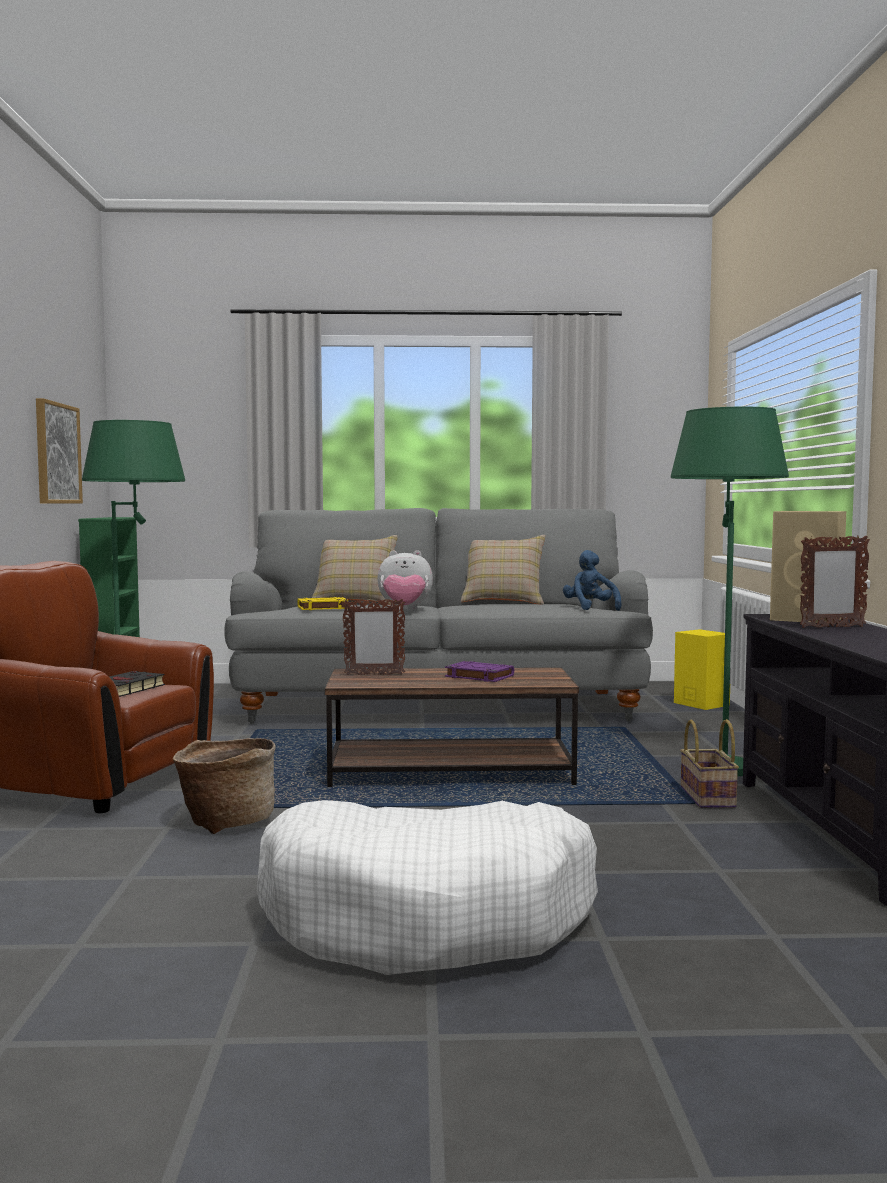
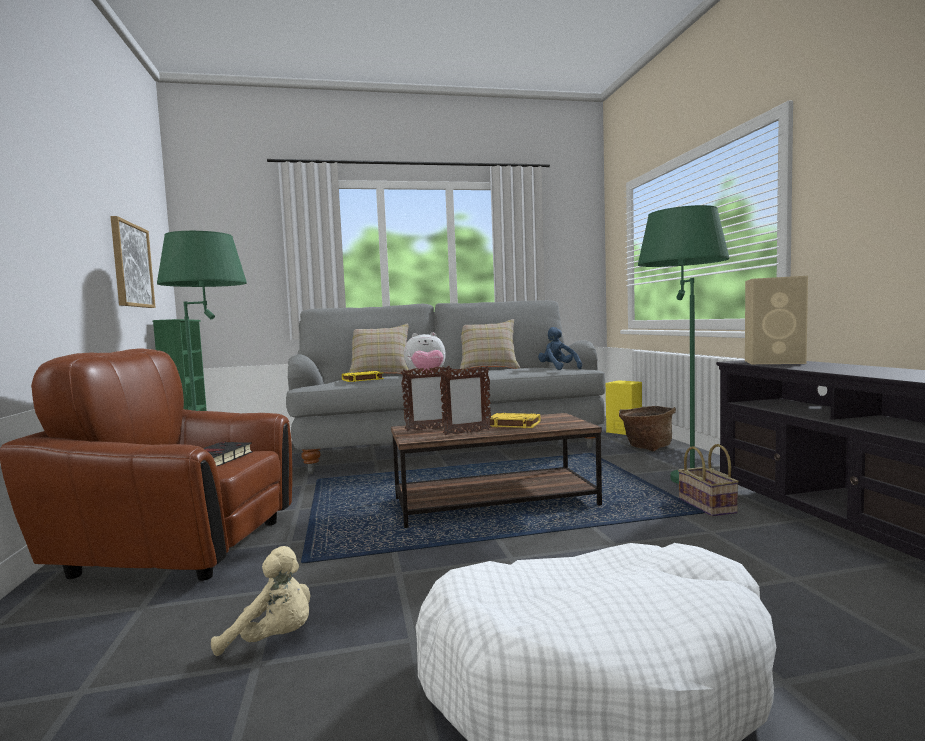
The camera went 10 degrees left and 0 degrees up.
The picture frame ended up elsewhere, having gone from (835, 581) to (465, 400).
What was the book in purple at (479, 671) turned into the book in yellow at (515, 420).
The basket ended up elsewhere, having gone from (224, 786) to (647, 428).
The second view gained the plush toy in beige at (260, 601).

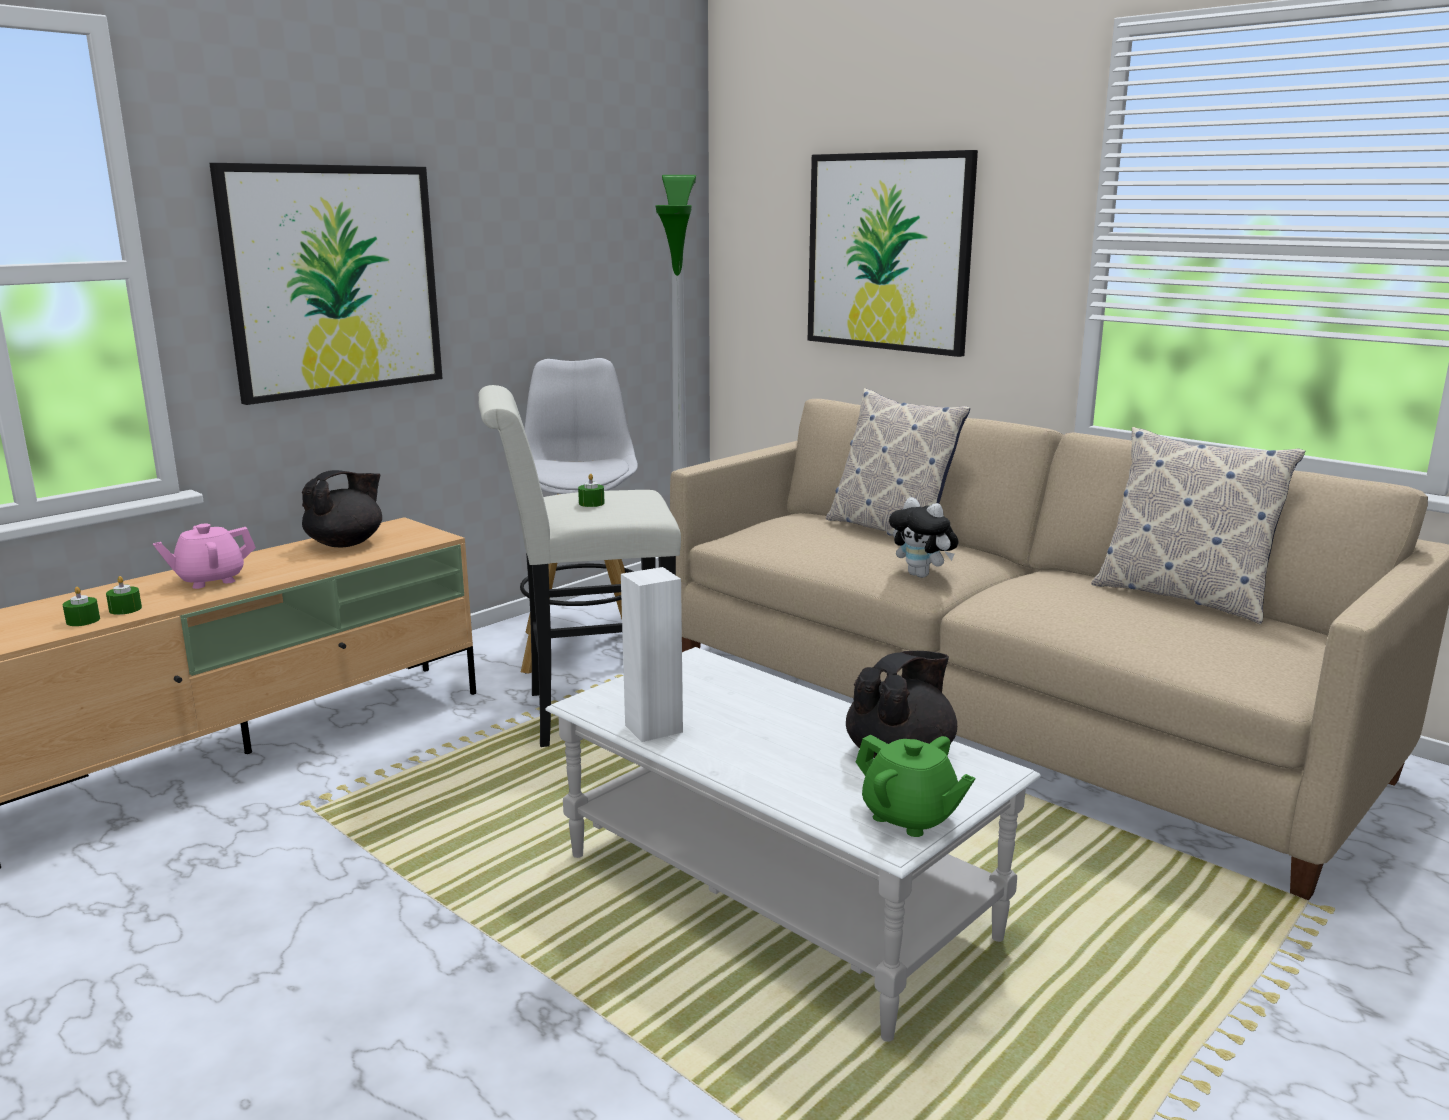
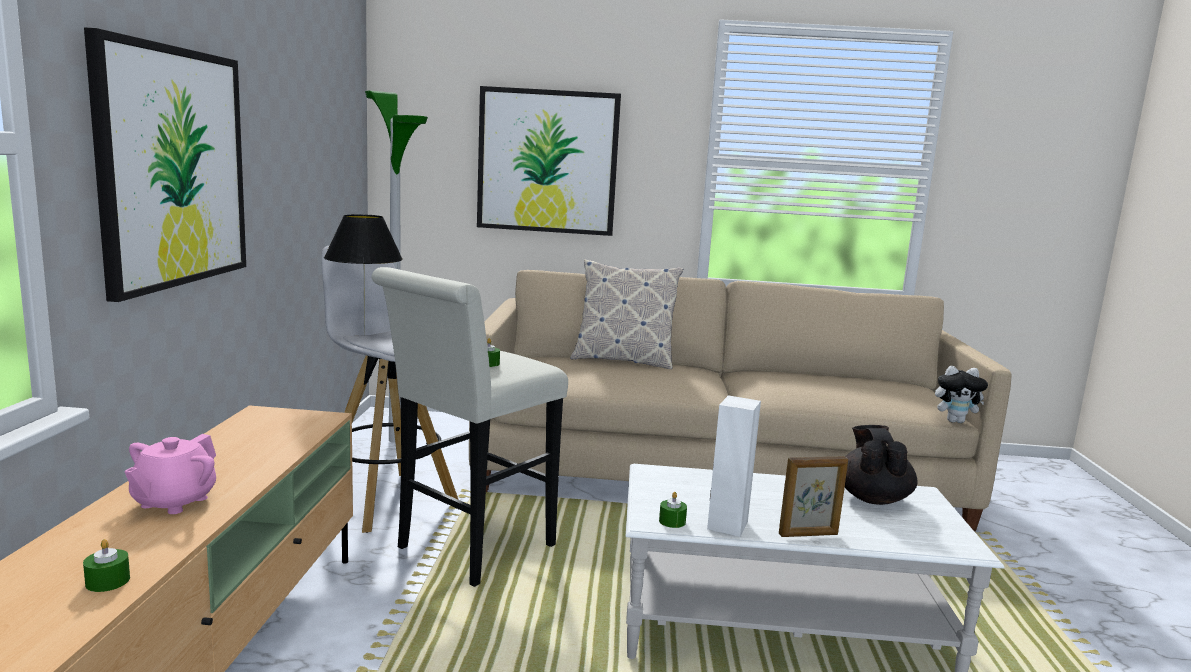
The camera went 40 degrees left and 5 degrees down.
The second view lost the pillow at (1198, 525).
The second view lost the teapot in black at (342, 508).
The plush toy ended up elsewhere, having gone from (924, 537) to (961, 394).
The candle in green ended up elsewhere, having gone from (124, 595) to (673, 510).
The second view lost the teapot in green at (915, 785).
The second view gained the table lamp in black at (363, 275).
The second view gained the picture frame at (813, 496).

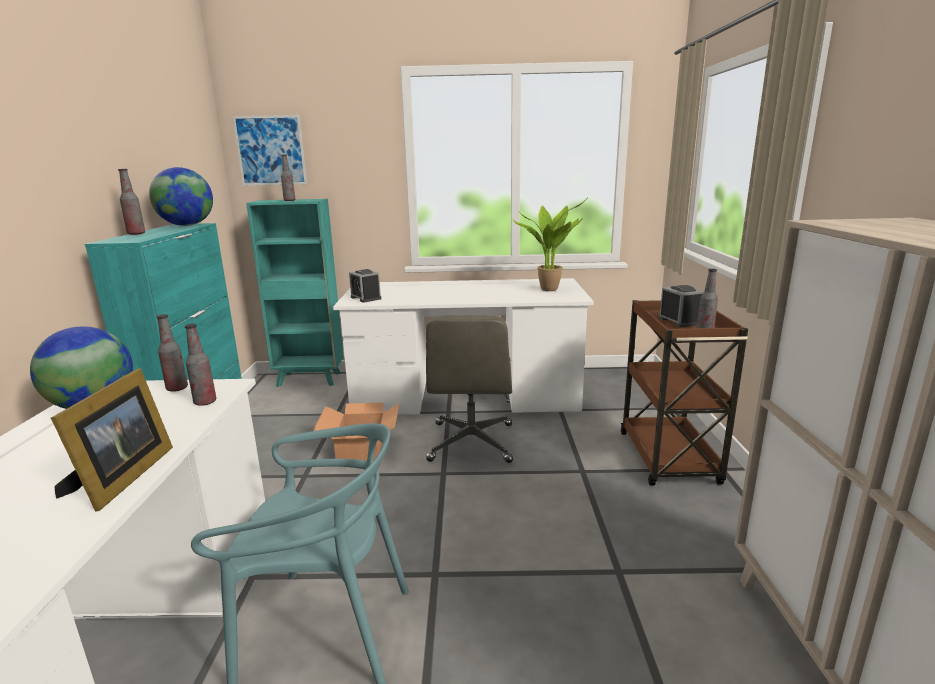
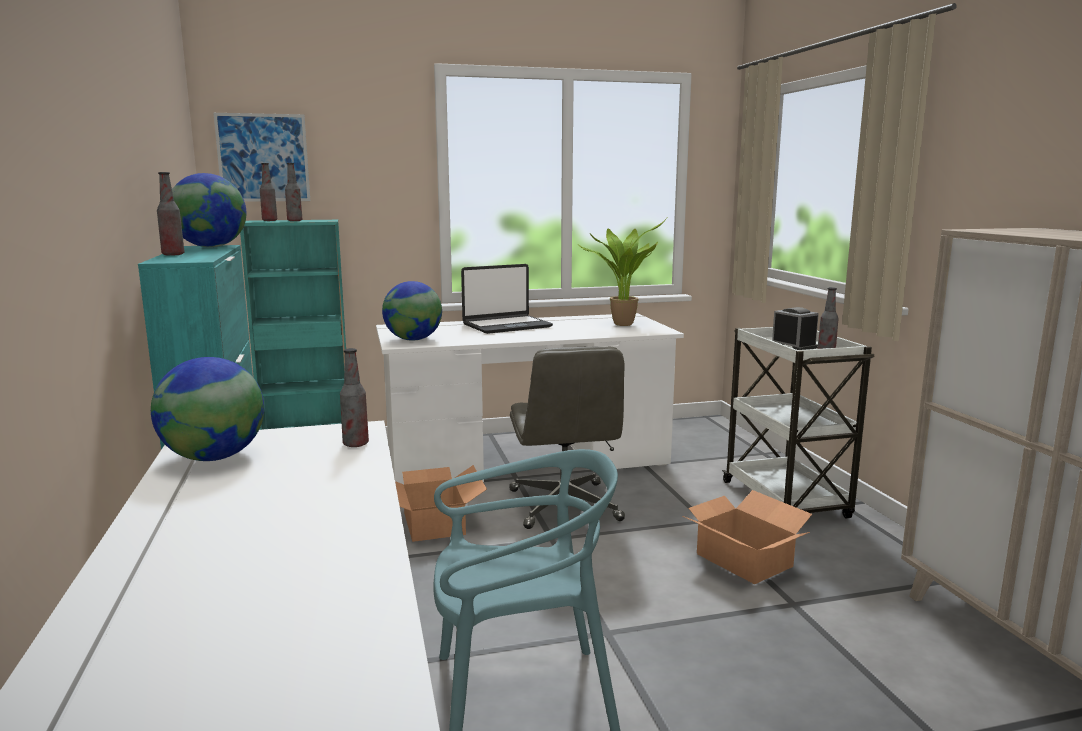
The camera went 15 degrees left and 5 degrees down.
Where the alarm clock stood at (365, 285), the globe came to stand at (412, 311).
What was the cart in brown at (684, 393) turned into the cart in white at (798, 422).
The bottle ended up elsewhere, having gone from (172, 353) to (268, 192).
The second view lost the picture frame at (112, 440).
The second view gained the laptop at (507, 299).
The second view gained the cardboard box at (747, 537).

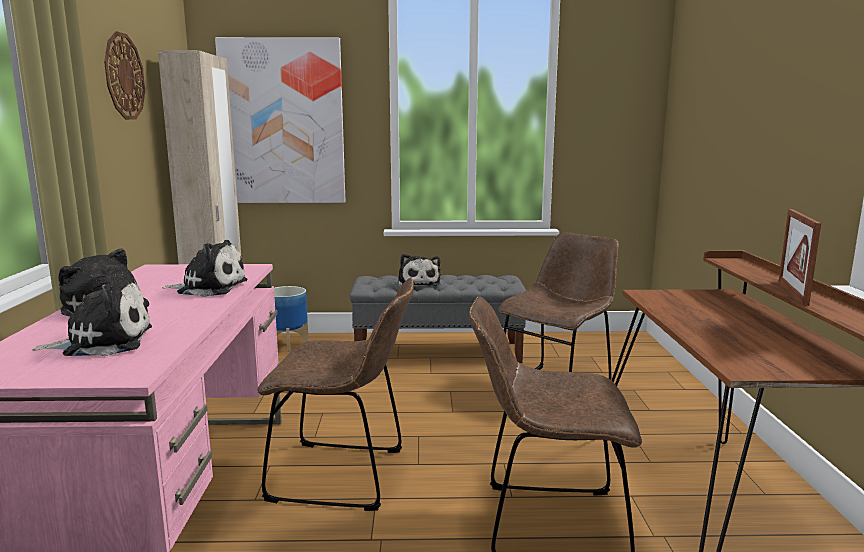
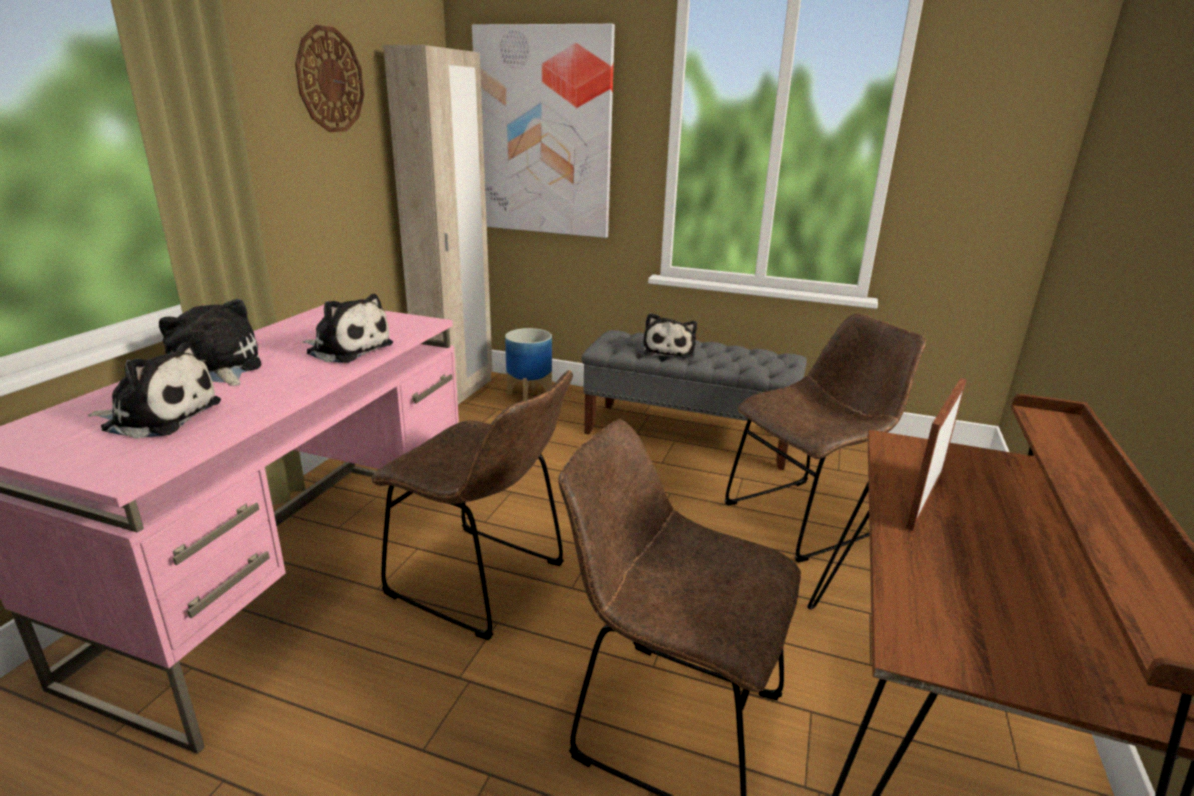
The camera went 20 degrees right and 10 degrees up.
The picture frame ended up elsewhere, having gone from (800, 257) to (936, 454).

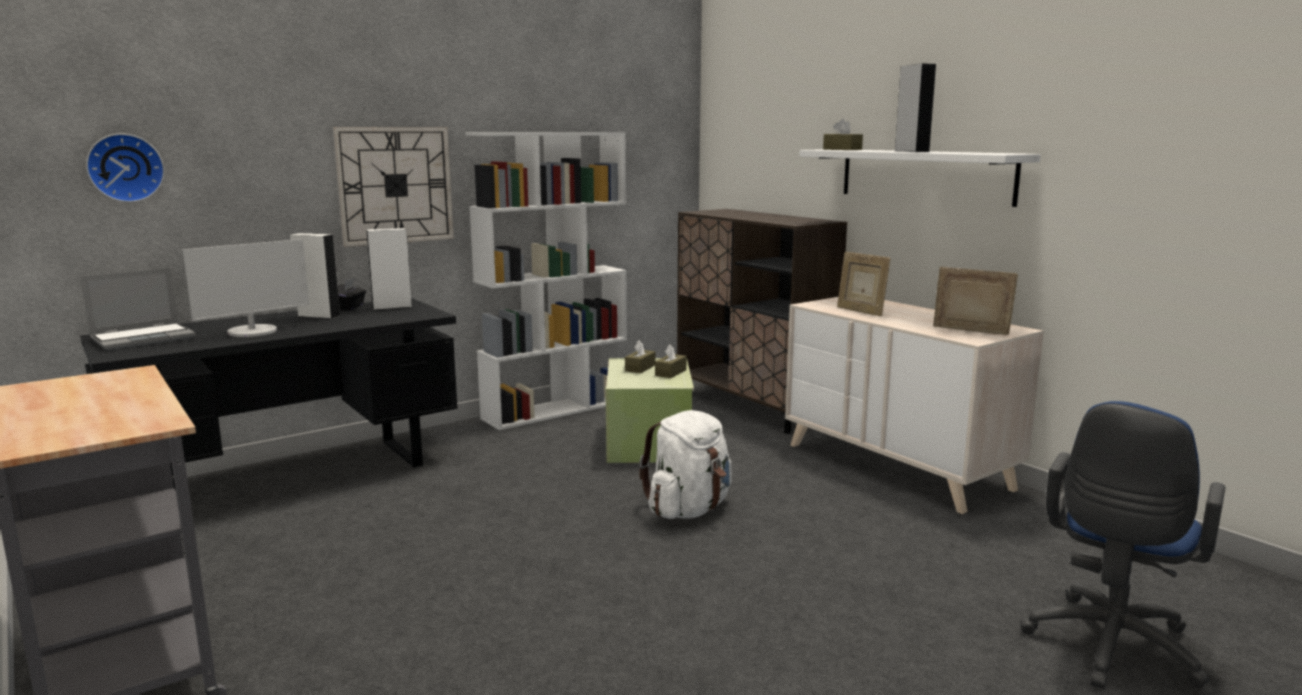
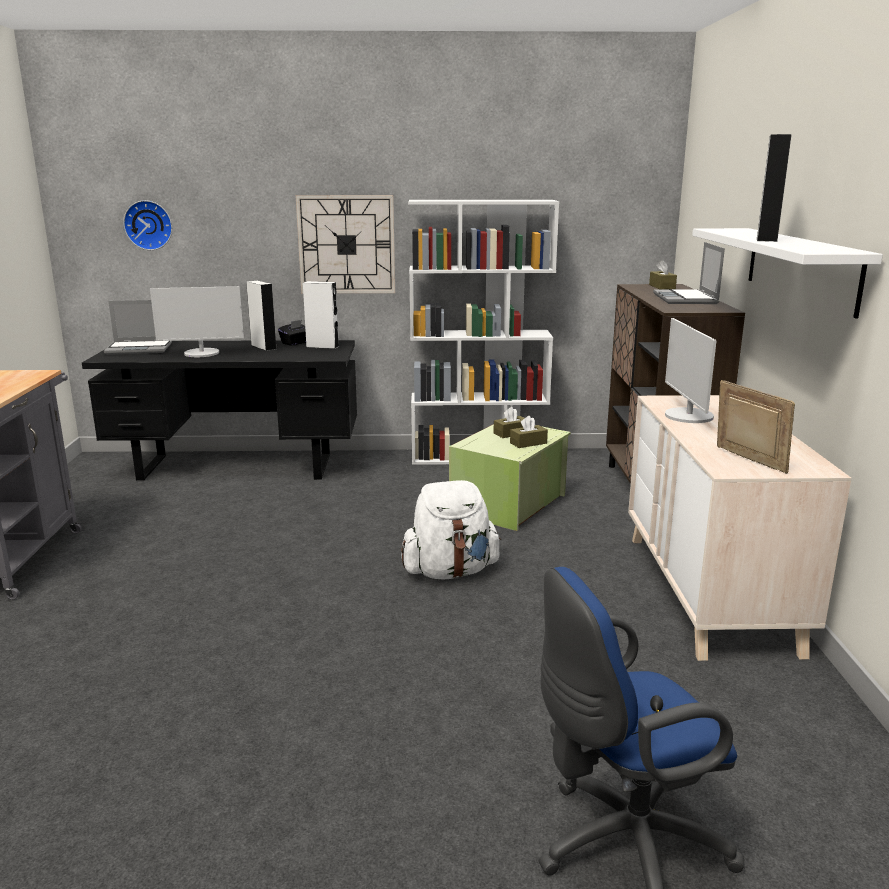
The camera went 35 degrees right and 5 degrees up.
The tissue box in brown ended up elsewhere, having gone from (843, 134) to (663, 274).
Where the picture frame stood at (863, 284), the monitor came to stand at (691, 370).
The second view gained the laptop at (689, 273).

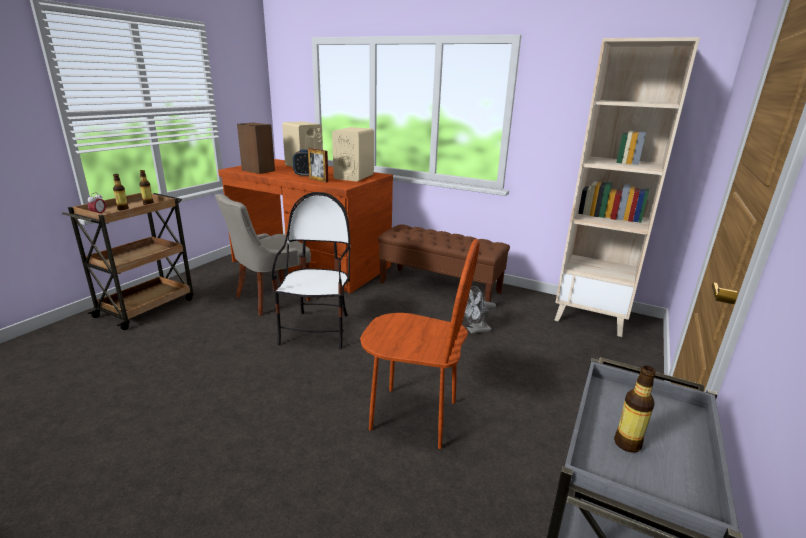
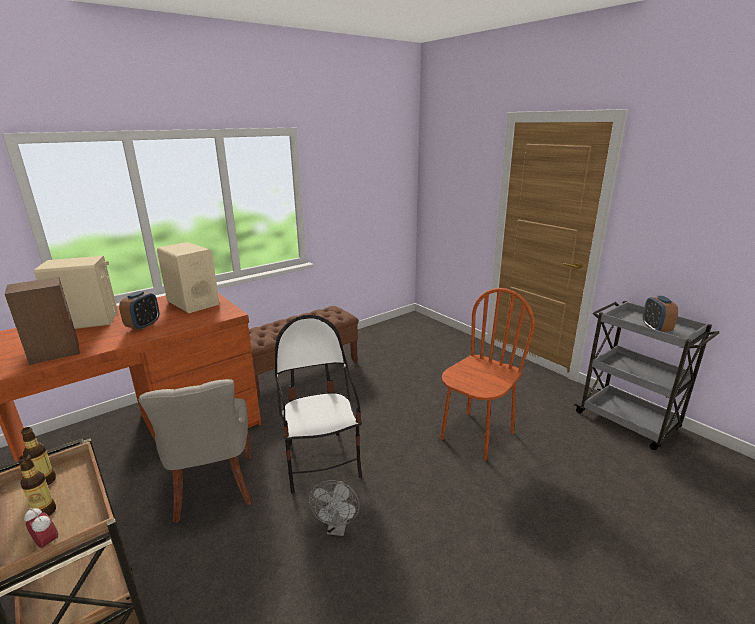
The camera went 65 degrees left and 0 degrees up.
The second view lost the bookcase in beige at (627, 187).
The second view lost the picture frame at (318, 165).
The chair at (311, 270) ended up facing another way, 45 degrees clockwise from before.
The fan in grey ended up elsewhere, having gone from (480, 310) to (334, 508).
Where the bottle stood at (635, 409), the alarm clock came to stand at (660, 314).

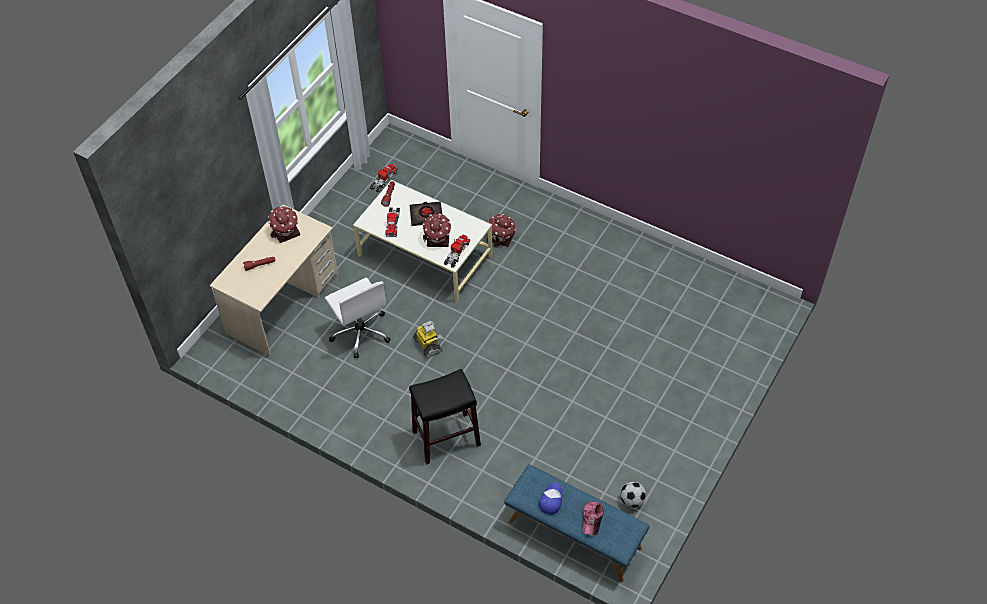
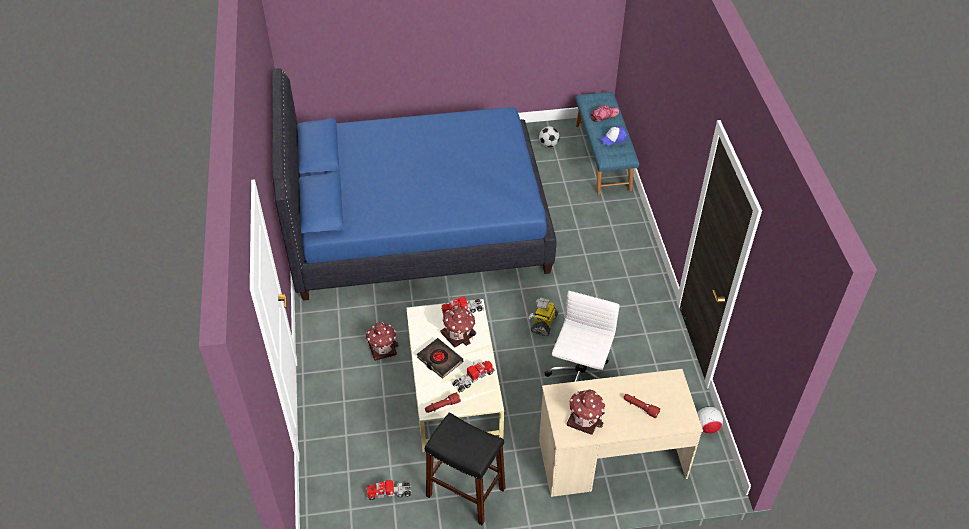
The camera went 130 degrees left and 5 degrees down.
The stool in black ended up elsewhere, having gone from (445, 417) to (465, 469).
The second view gained the bed in blue at (414, 184).
The second view gained the football at (710, 420).

